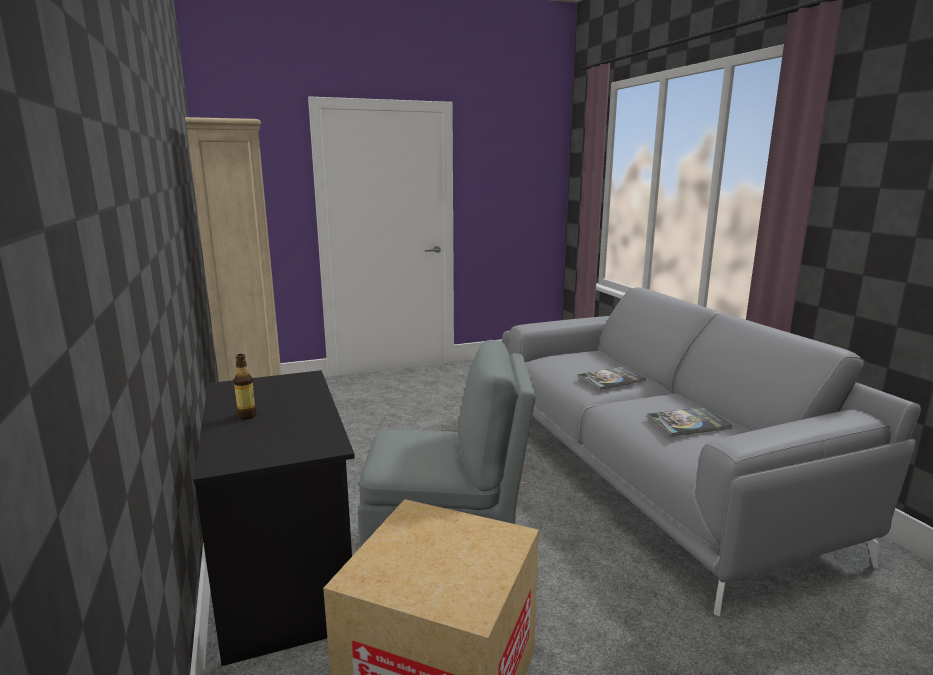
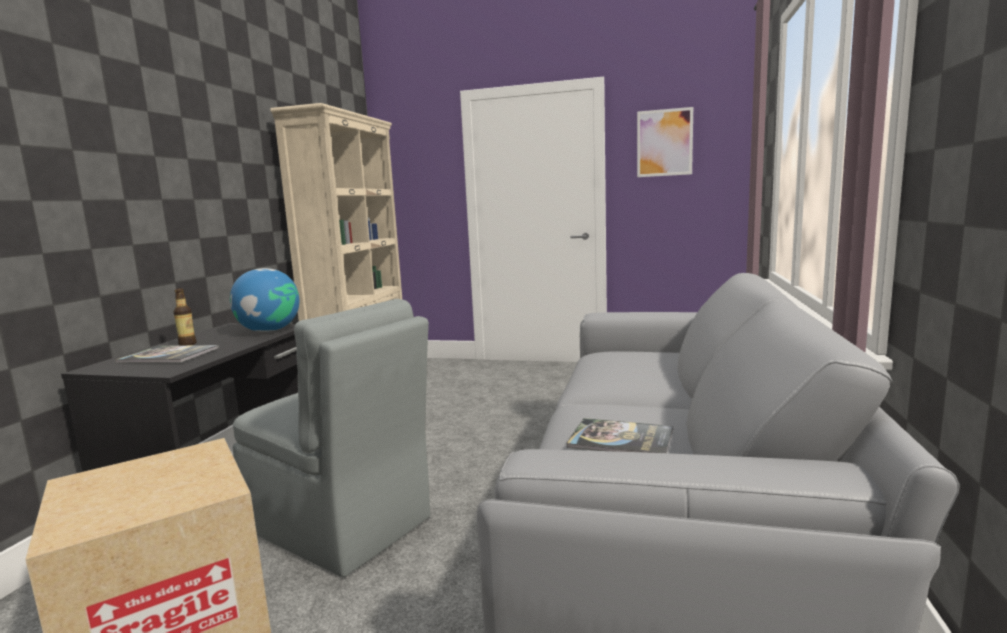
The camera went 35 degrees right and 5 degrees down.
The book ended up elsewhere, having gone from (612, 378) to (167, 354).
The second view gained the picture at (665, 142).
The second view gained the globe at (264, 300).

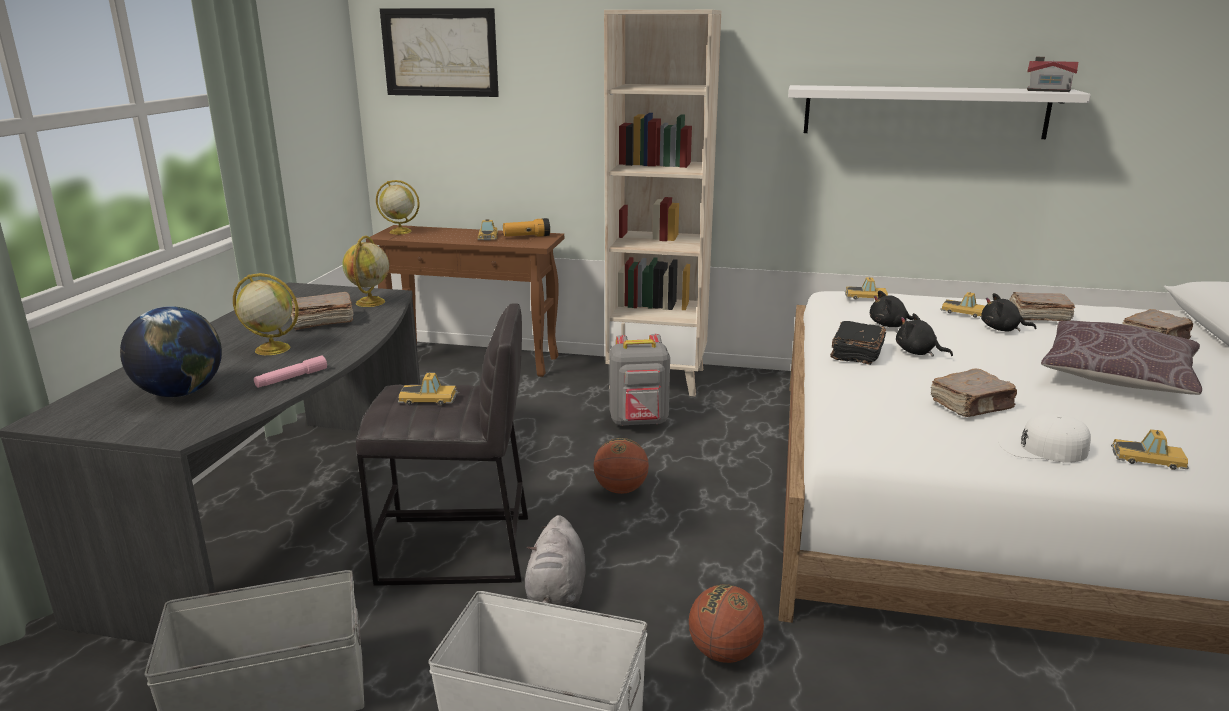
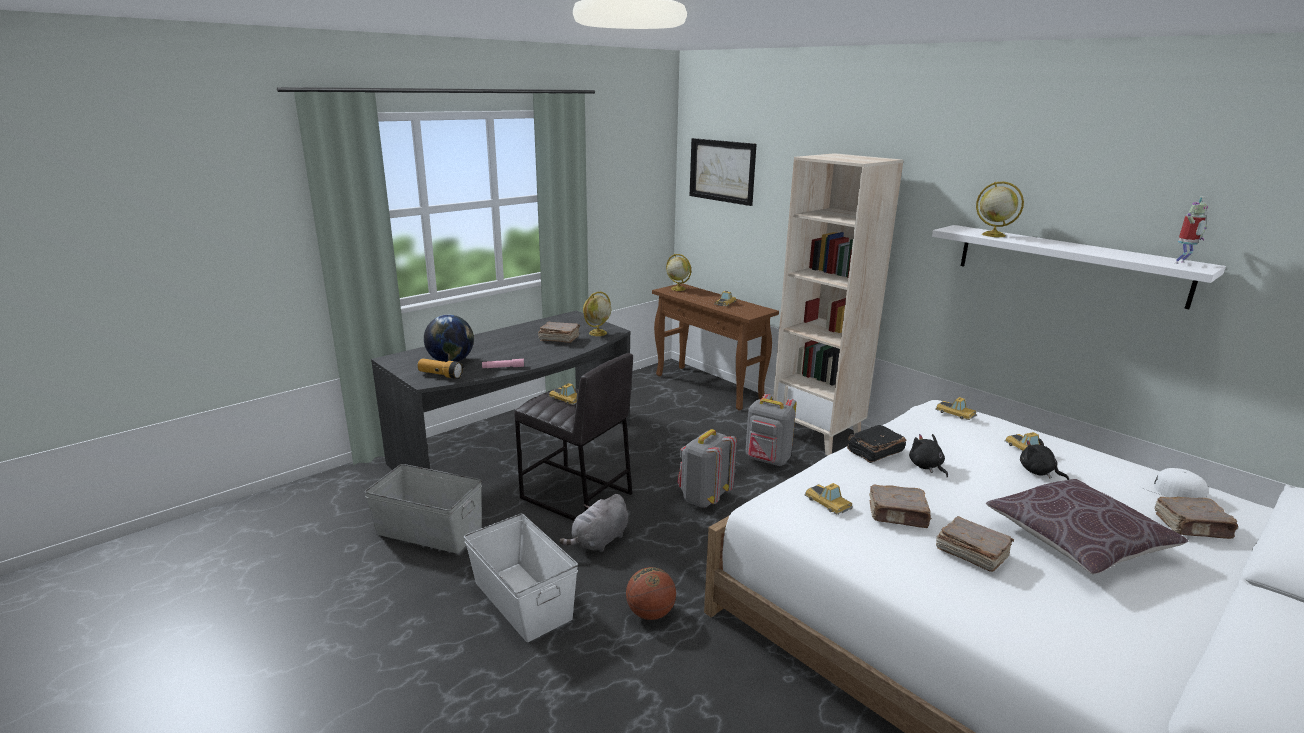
The camera went 35 degrees right and 0 degrees up.
Where the toy house stood at (1052, 74), the toy robot came to stand at (1191, 230).
The flashlight ended up elsewhere, having gone from (526, 227) to (440, 369).
The globe ended up elsewhere, having gone from (265, 314) to (1000, 209).
The second view lost the plush toy in black at (895, 308).
The book in brown ended up elsewhere, having gone from (1042, 306) to (975, 544).
The cap in white ended up elsewhere, having gone from (1044, 438) to (1172, 483).
The toy car ended up elsewhere, having gone from (1150, 449) to (829, 499).
Where the basketball stood at (621, 466), the backpack in grey came to stand at (707, 468).

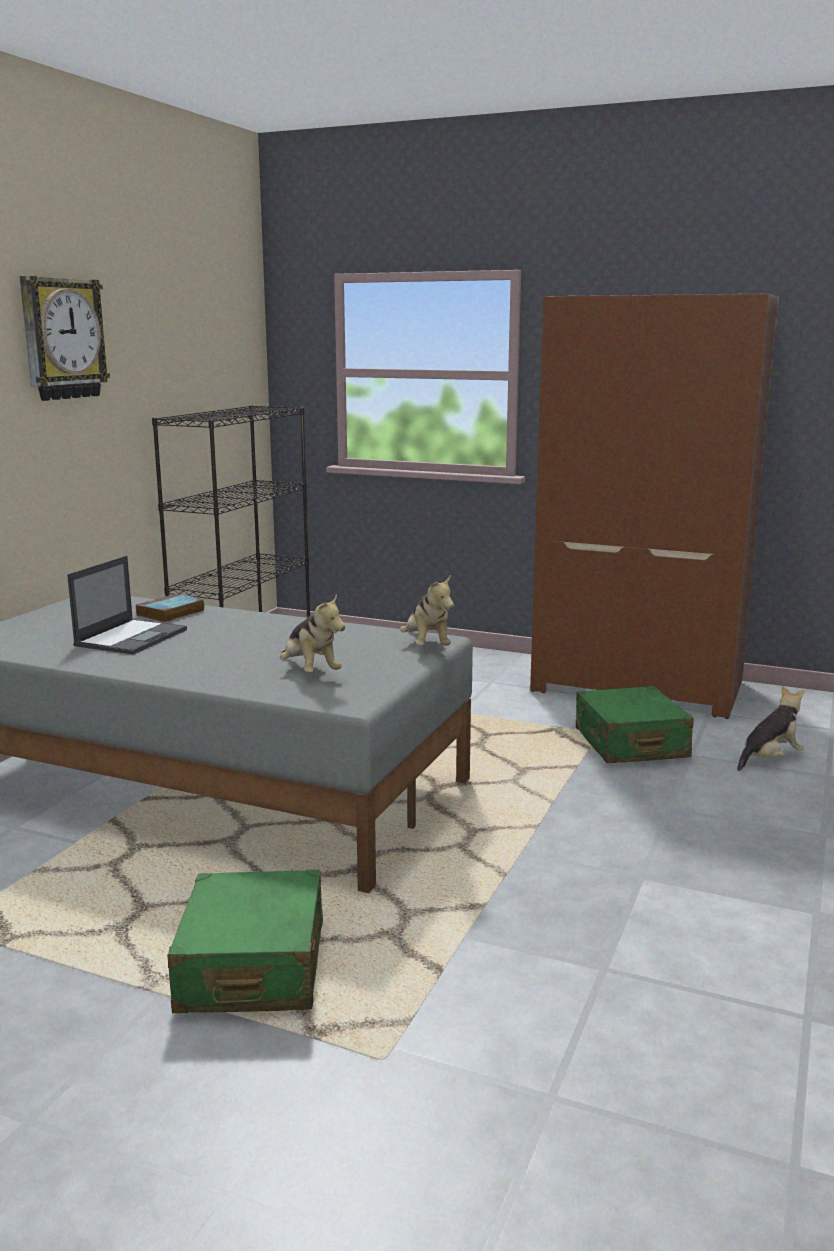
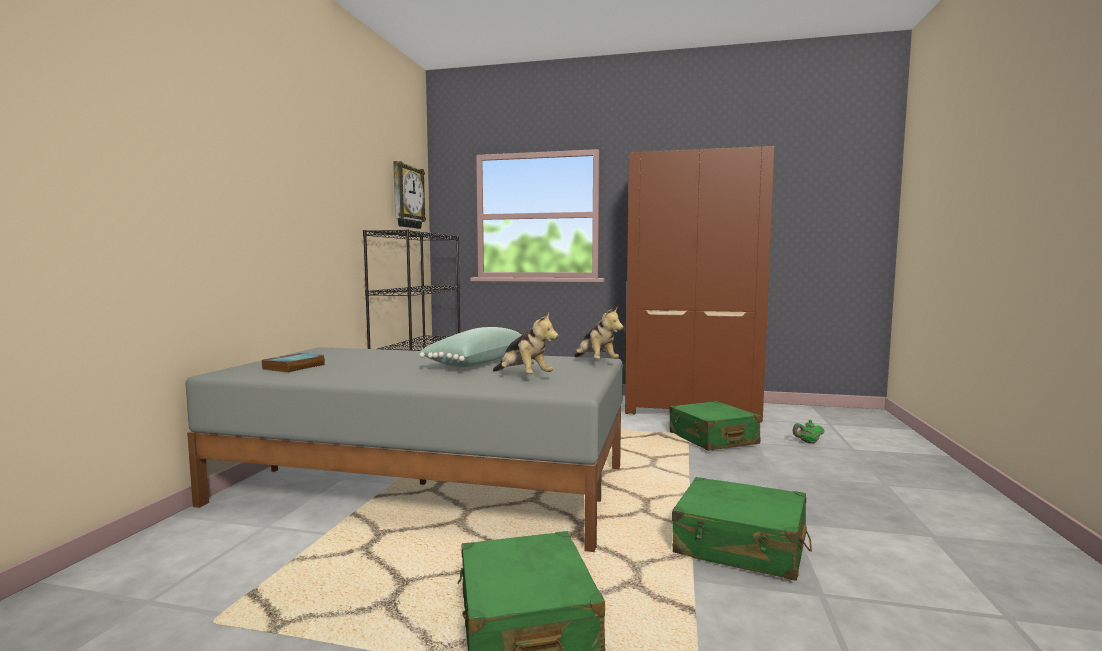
The camera went 10 degrees left and 10 degrees down.
The wall clock ended up elsewhere, having gone from (65, 338) to (409, 195).
The second view lost the laptop at (127, 605).
The book ended up elsewhere, having gone from (170, 607) to (293, 363).
Where the plush toy stood at (770, 728), the teapot in green came to stand at (809, 432).
The second view gained the pillow in green at (470, 347).
The second view gained the suitcase in green at (742, 529).

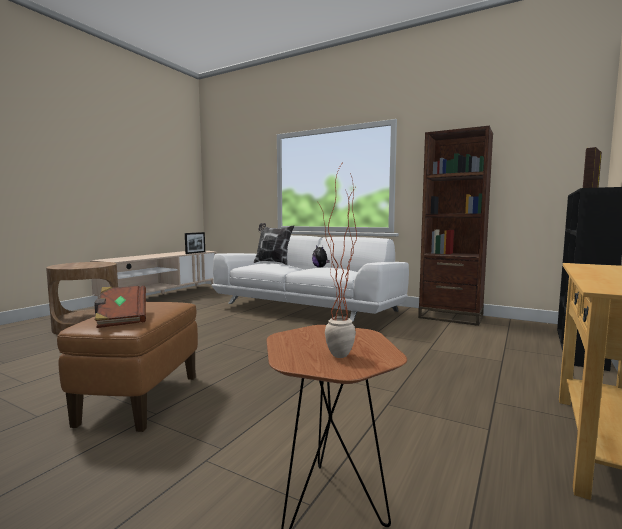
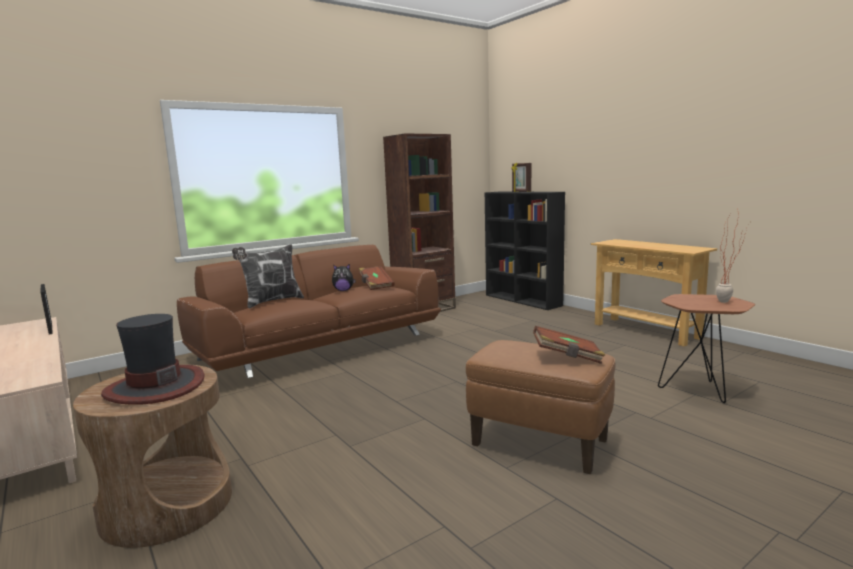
The camera went 65 degrees left and 5 degrees up.
What was the sofa in white at (310, 278) turned into the sofa in brown at (309, 311).
The second view gained the book in brown at (377, 278).
The second view gained the hat at (153, 359).

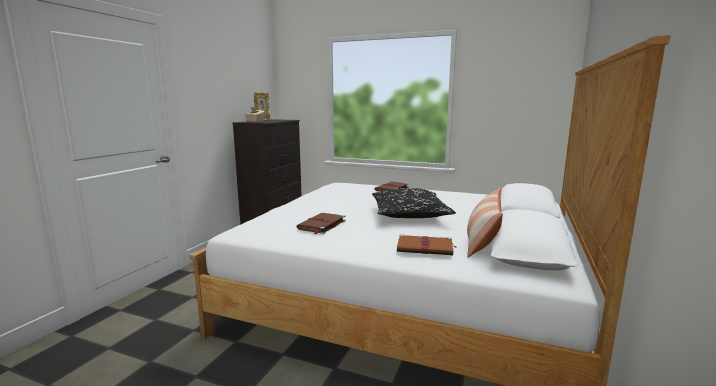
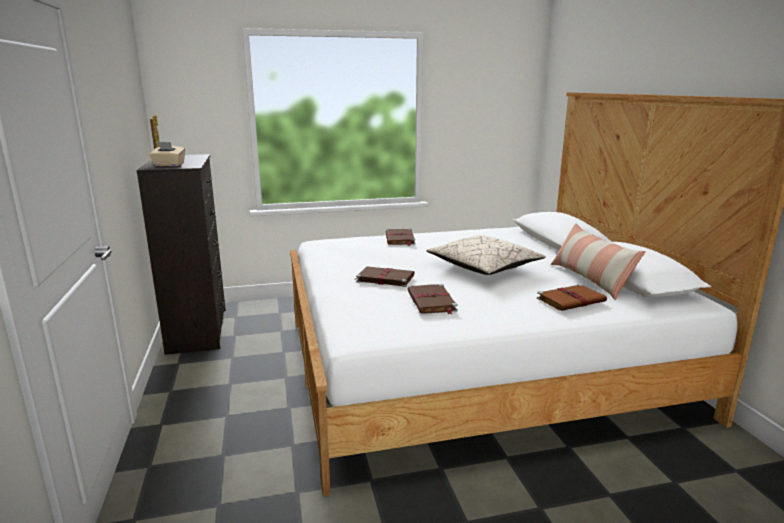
The camera went 35 degrees left and 5 degrees up.
What was the pillow in black at (414, 203) turned into the pillow in beige at (486, 255).
The second view gained the book in brown at (384, 276).

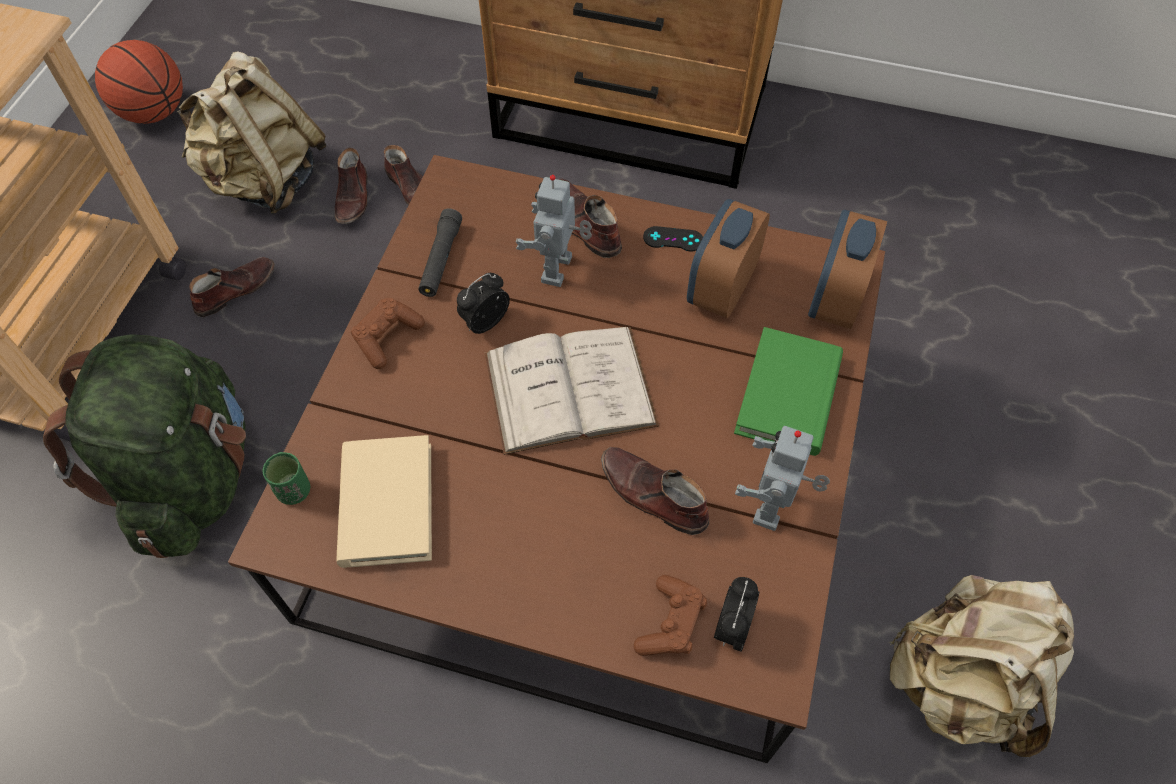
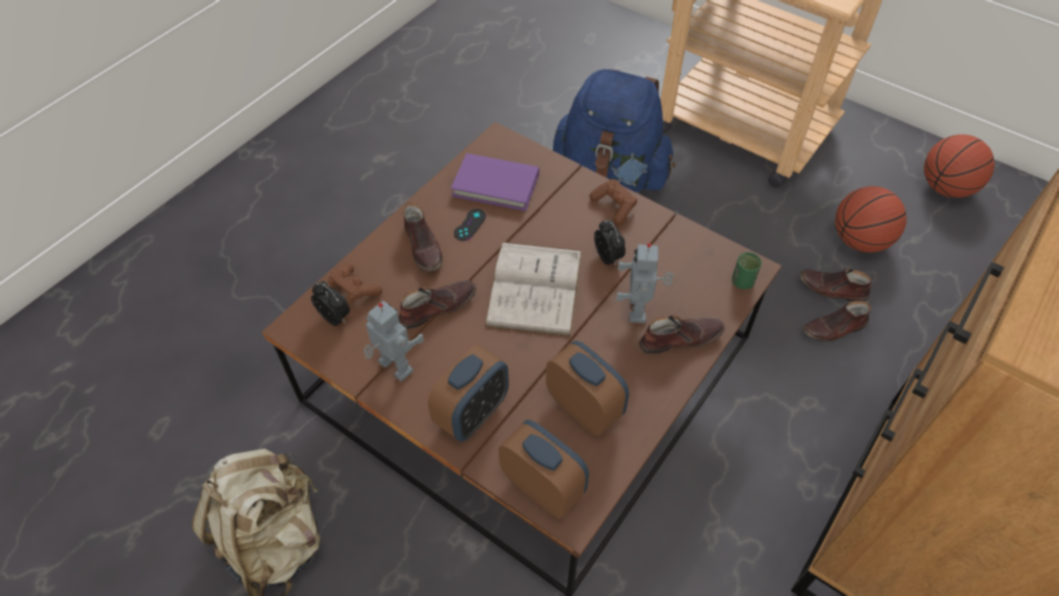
The camera went 110 degrees right and 5 degrees down.
Where the backpack in beige stood at (251, 132), the basketball came to stand at (871, 219).
The toy robot at (553, 231) ended up facing another way, 120 degrees counterclockwise from before.
The second view lost the flashlight in black at (440, 253).
The game controller in black ended up elsewhere, having gone from (673, 239) to (470, 225).
The shoe in brown ended up elsewhere, having gone from (232, 287) to (423, 237).
Where the book in green stood at (788, 391), the alarm clock came to stand at (468, 393).
What was the backpack in green at (144, 446) turned into the backpack in blue at (614, 130).
What was the book in beige at (384, 501) turned into the book in purple at (495, 182).
The cup in green ended up elsewhere, having gone from (286, 478) to (747, 270).

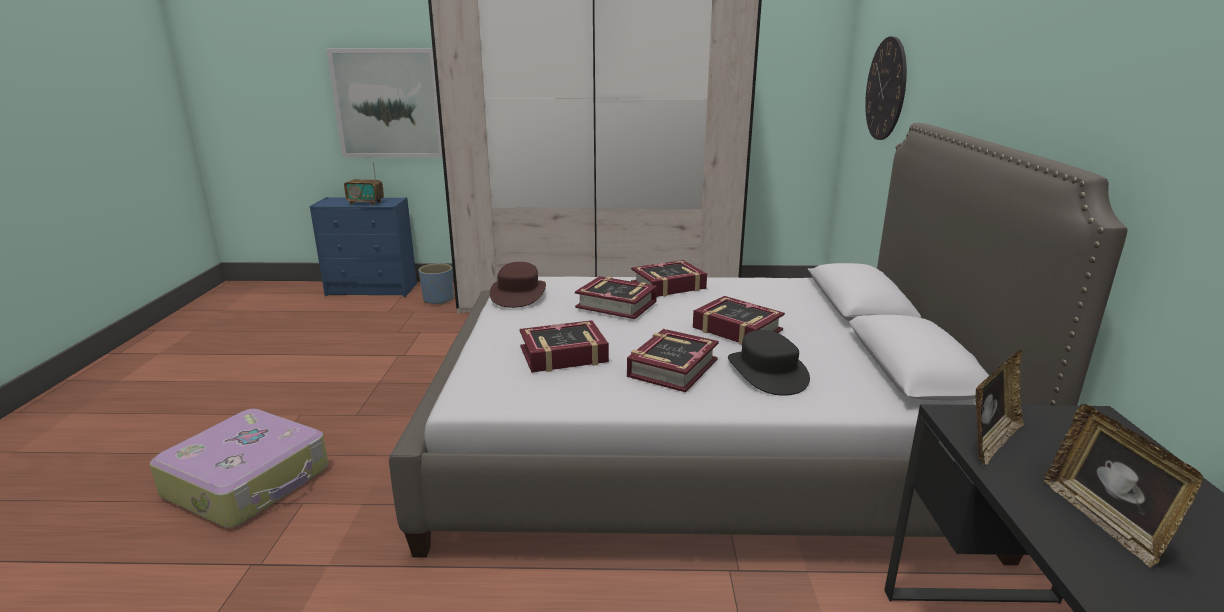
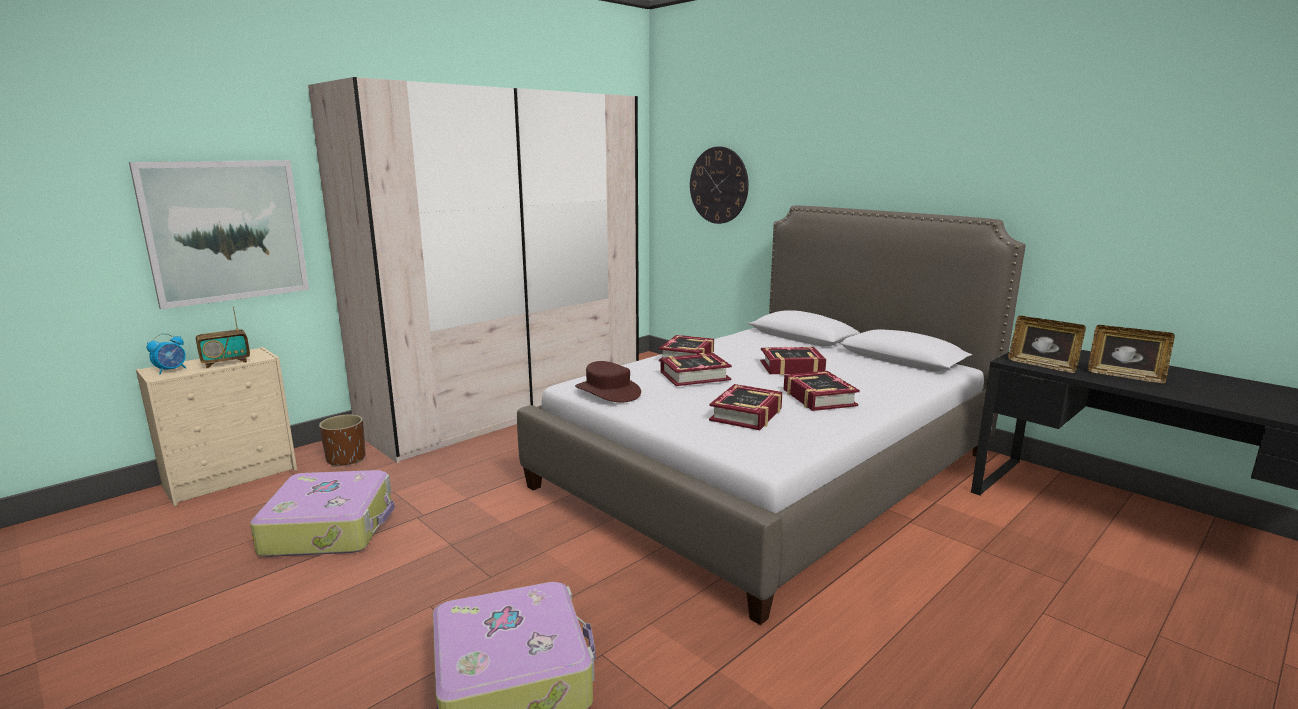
The camera went 45 degrees left and 5 degrees down.
What was the dresser in blue at (363, 247) turned into the dresser in beige at (216, 426).
What was the planter in blue at (436, 283) turned into the planter in brown at (342, 440).
The second view lost the hat in black at (769, 363).
The picture frame at (999, 408) ended up facing another way, 135 degrees clockwise from before.
The second view gained the alarm clock at (166, 353).
The second view gained the suitcase at (322, 513).

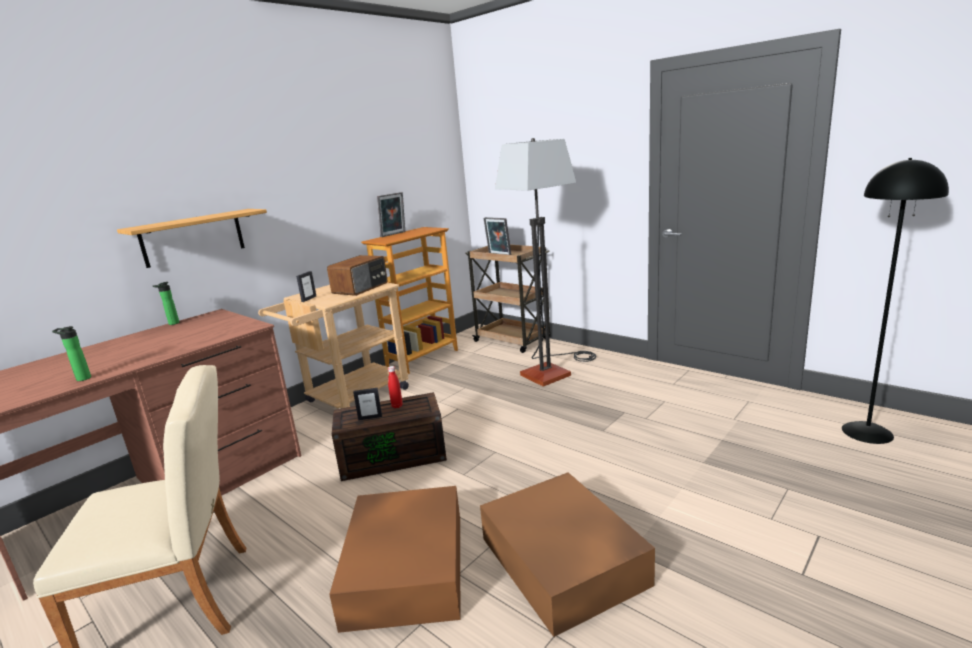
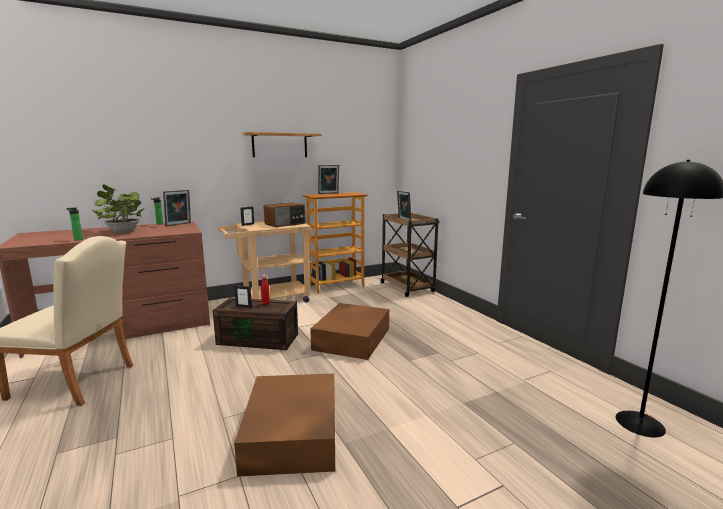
The camera went 20 degrees right and 5 degrees down.
The second view lost the floor lamp at (546, 262).
The shelf ended up elsewhere, having gone from (192, 238) to (282, 144).
The storage box in brown ended up elsewhere, having gone from (394, 559) to (349, 331).
The second view gained the potted plant at (118, 208).
The second view gained the picture frame at (177, 208).

